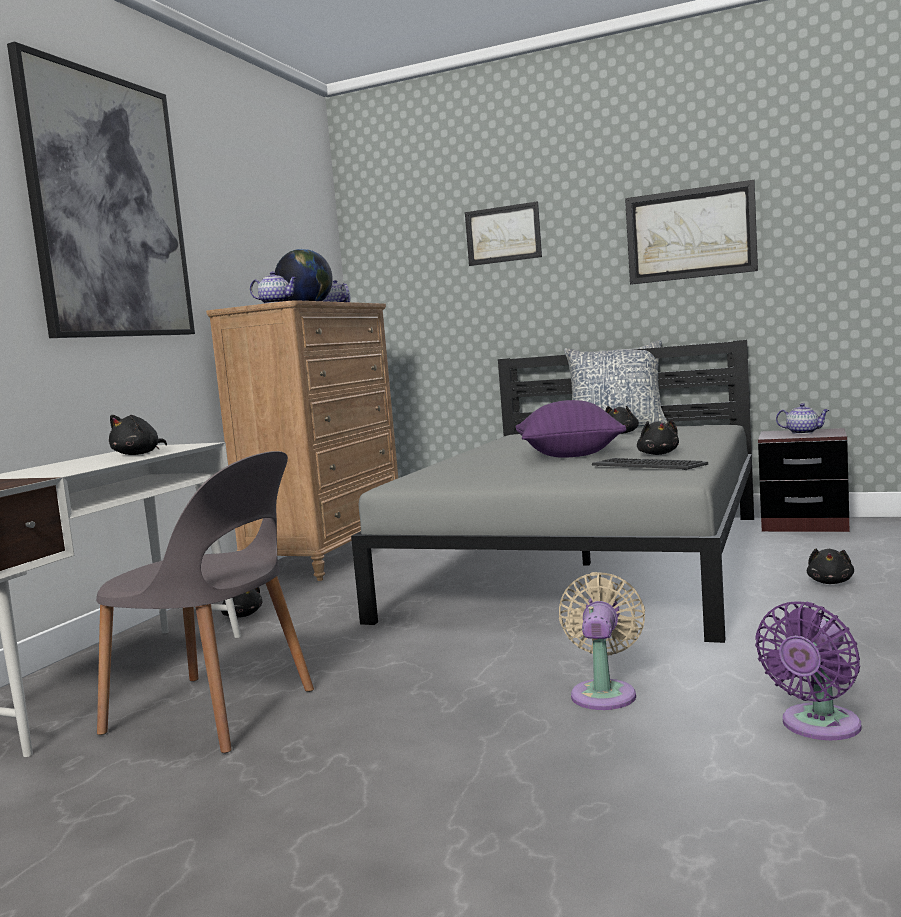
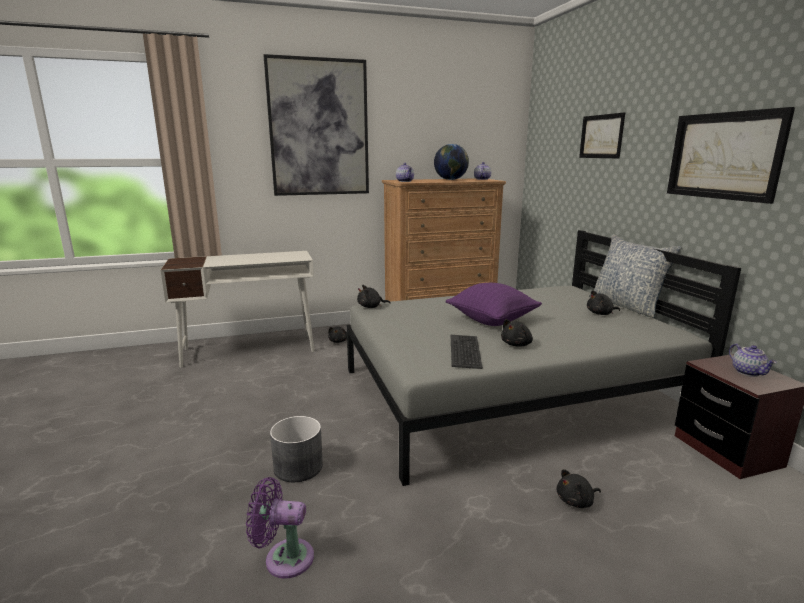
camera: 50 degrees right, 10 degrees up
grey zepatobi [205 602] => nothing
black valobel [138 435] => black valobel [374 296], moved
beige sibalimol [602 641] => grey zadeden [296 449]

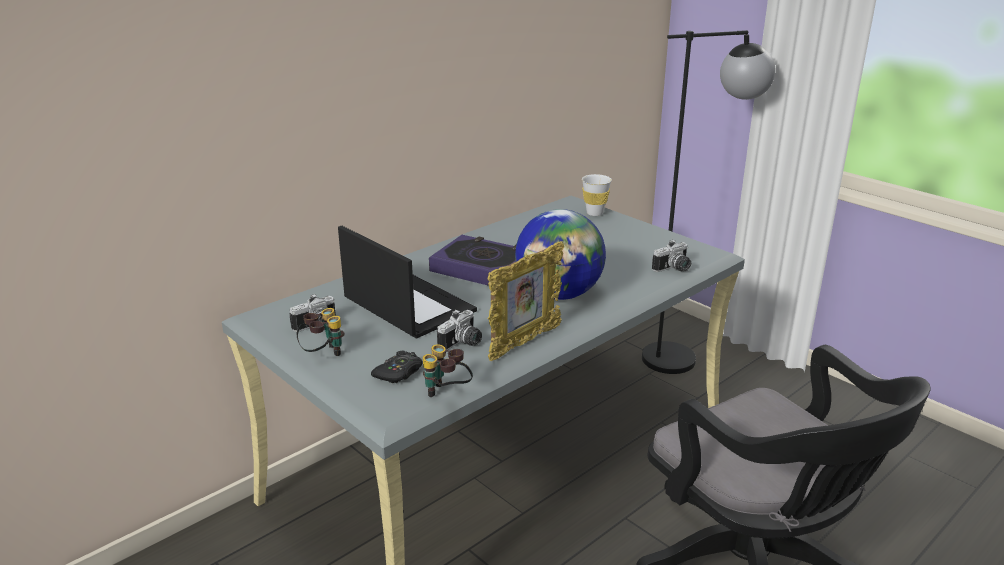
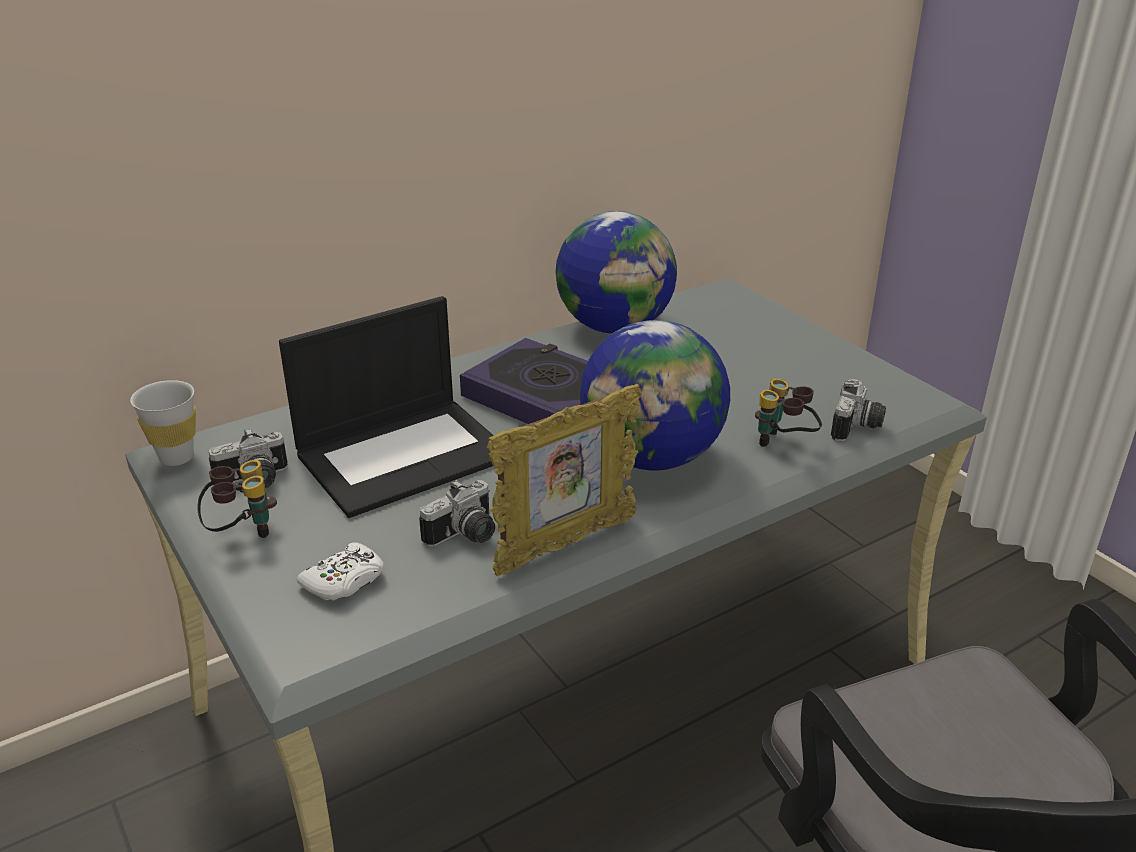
camera: 10 degrees right, 5 degrees up
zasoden [407 282] => zasoden [386 407], 90 degrees clockwise
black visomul [397 367] => white visomul [340 572]
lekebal [448 370] => lekebal [788 413], moved
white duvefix [597 195] => white duvefix [163 423], moved
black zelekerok [709 202] => nothing
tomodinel [671 256] => tomodinel [858 410], 45 degrees counterclockwise
nothing => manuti [616 272]

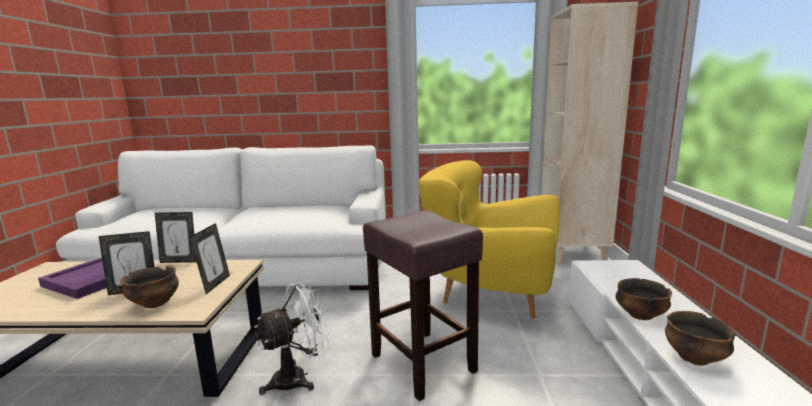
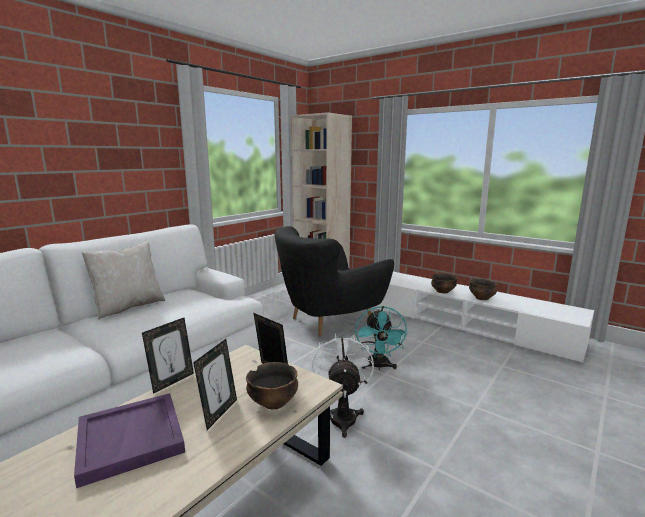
camera: 55 degrees left, 0 degrees up
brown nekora [423 305] => turquoise sibalimol [381 338]
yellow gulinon [489 239] => black gulinon [334 281]
nothing => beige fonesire [123 281]

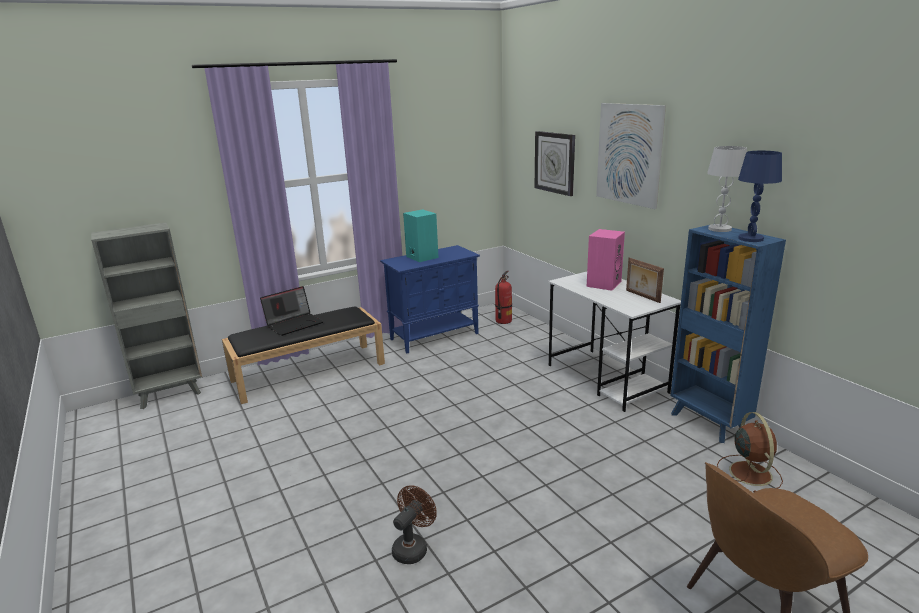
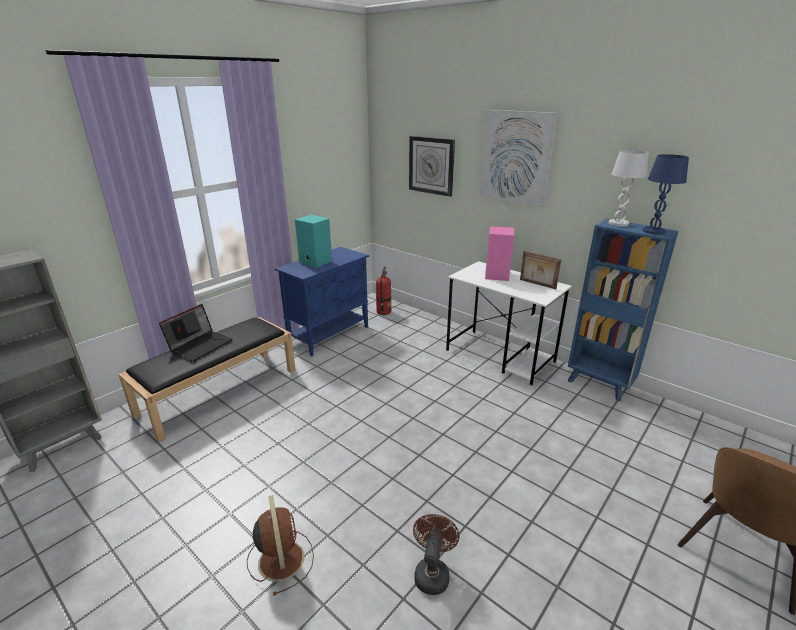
camera: 20 degrees left, 5 degrees up
brown sibalimol [750 452] => brown sibalimol [280 545], moved

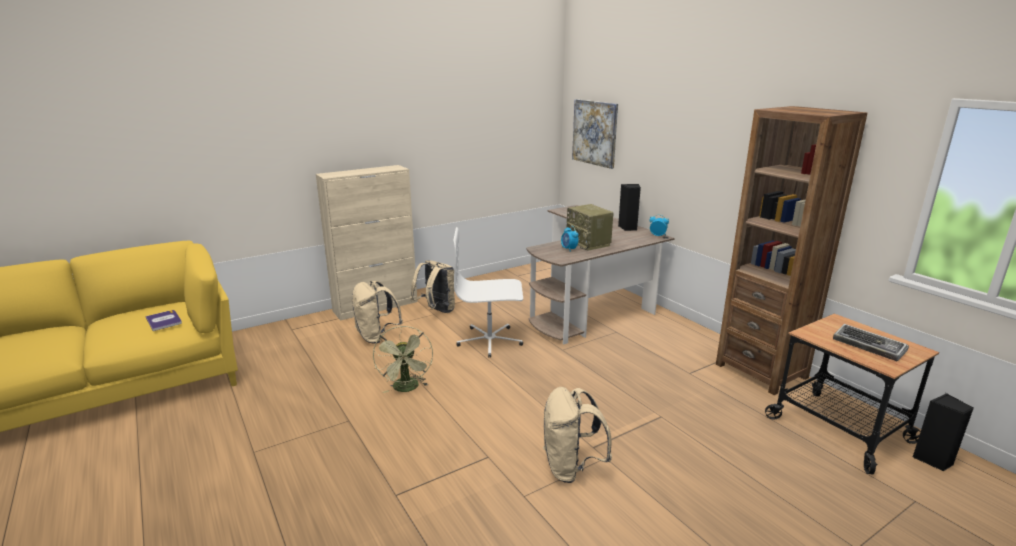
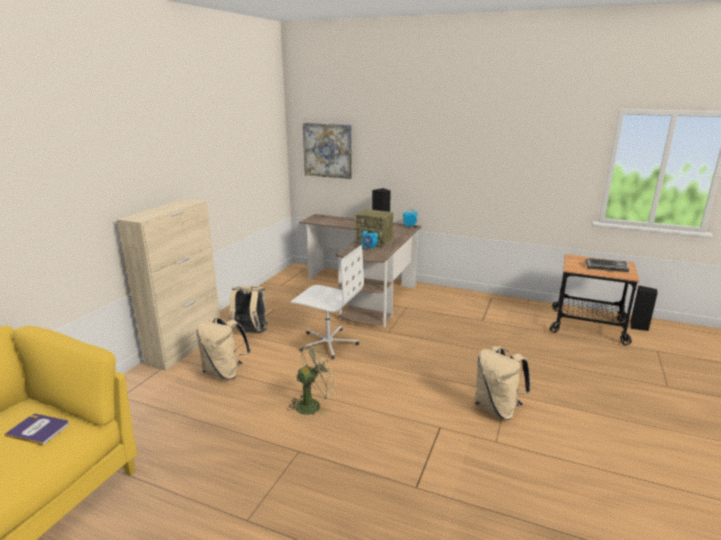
camera: 35 degrees left, 0 degrees up
green sibalimol [403 359] => green sibalimol [311 379], 75 degrees counterclockwise
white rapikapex [488 292] => white rapikapex [327 302], 120 degrees counterclockwise
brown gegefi [792 250] => nothing

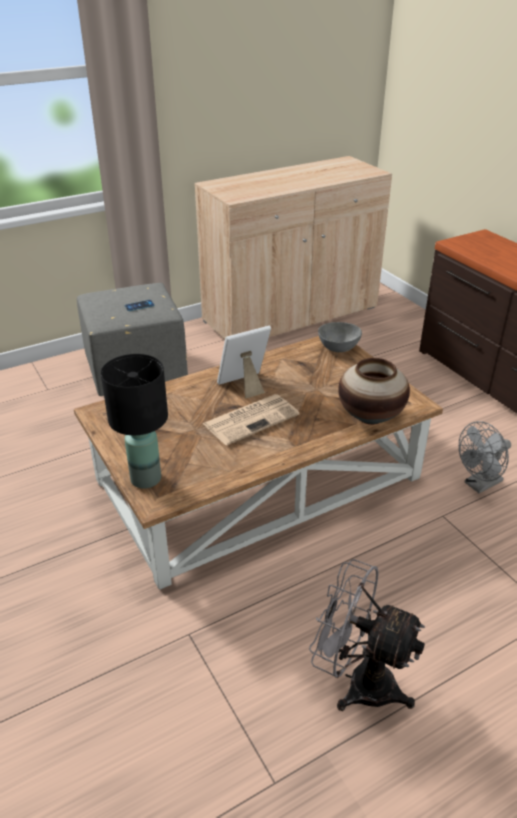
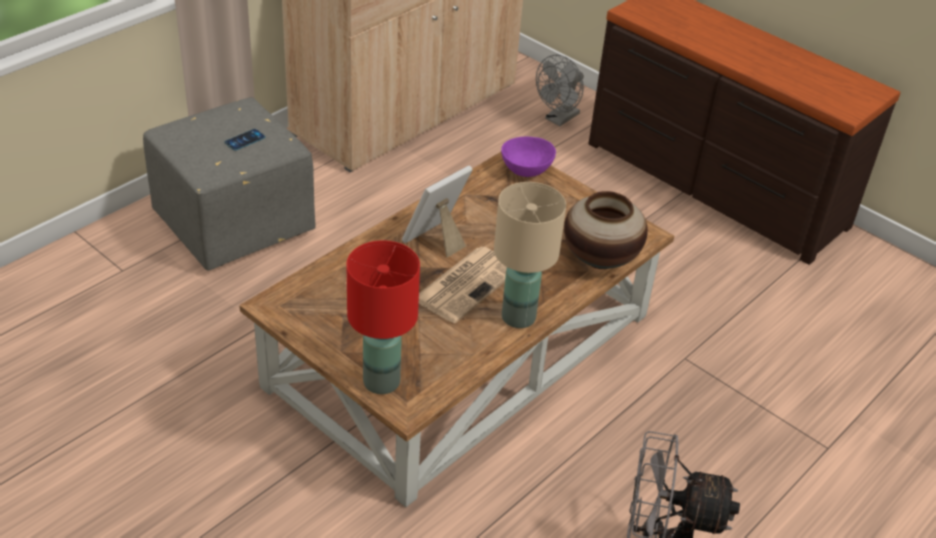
camera: 20 degrees left, 5 degrees up
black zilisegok [134 421] => red zilisegok [383 317]
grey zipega [340 337] => purple zipega [528 157]
grey sibalimol [485 457] => grey sibalimol [560 90], moved
nothing => beige zilisegok [530 255]

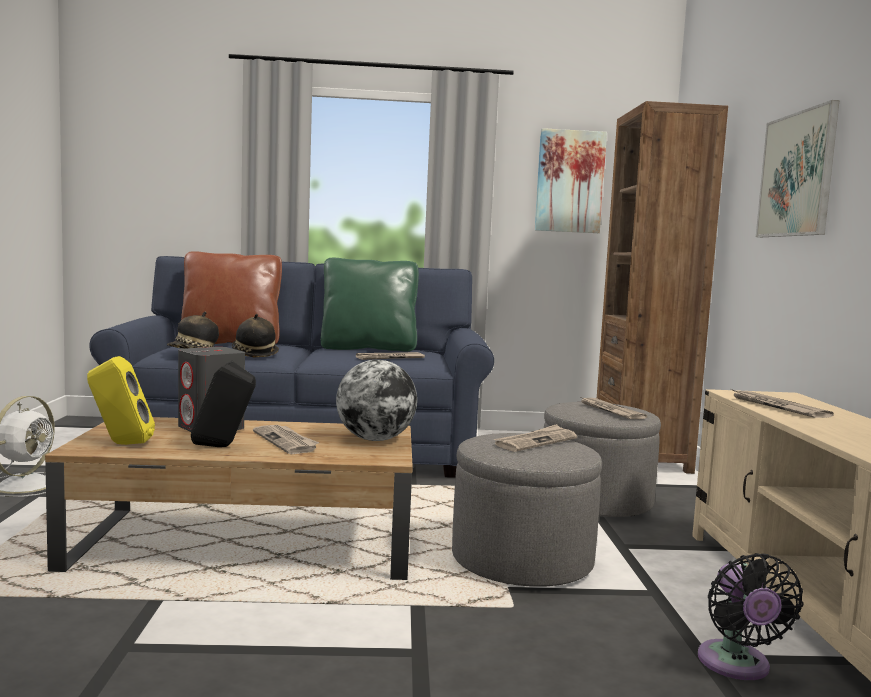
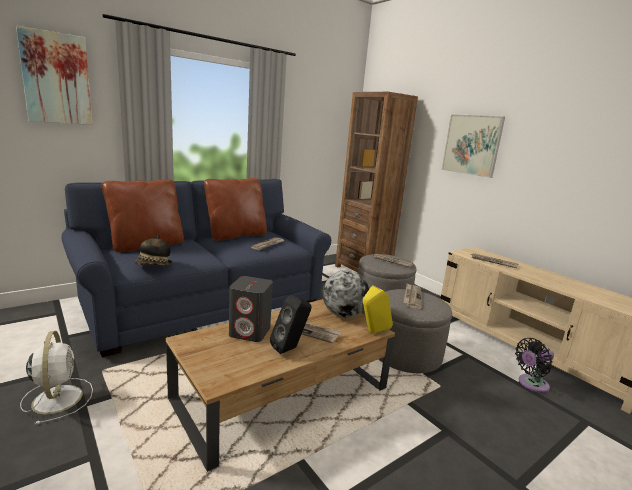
camera: 35 degrees left, 10 degrees up
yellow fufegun [121 400] => yellow fufegun [378 309], moved
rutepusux [255 335] => nothing
green fonesire [370 304] => brown fonesire [235 209]
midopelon [571 180] => midopelon [54 75], moved
black sibalimol [750 616] => black sibalimol [534 365], 105 degrees clockwise

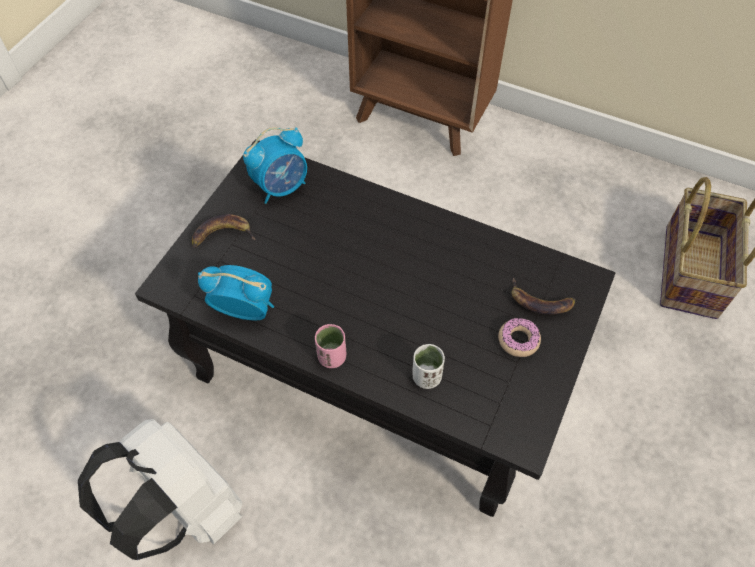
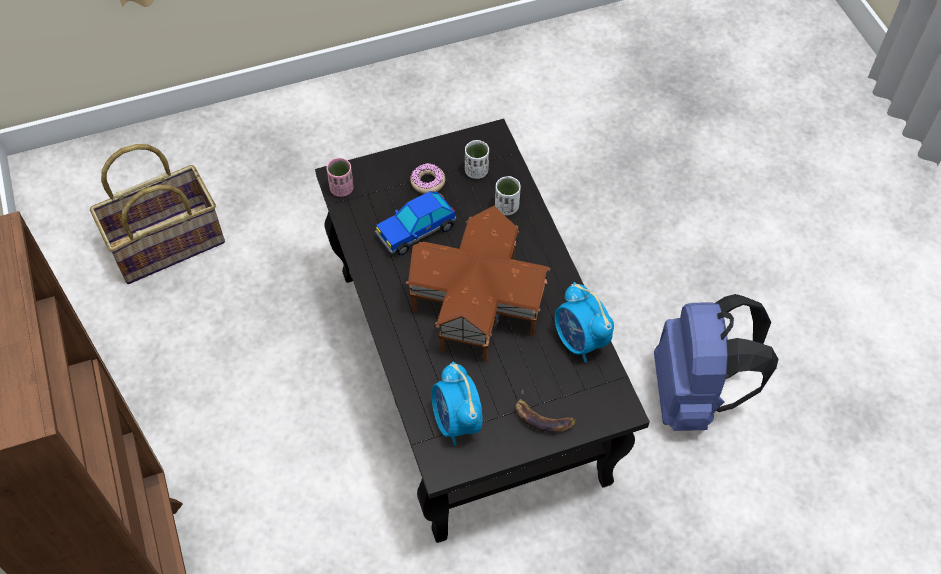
camera: 135 degrees left, 0 degrees up
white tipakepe [160 489] => blue tipakepe [716 362]
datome [275 165] => datome [457 403], 120 degrees counterclockwise
pink duvefix [330 346] => pink duvefix [339 177], moved
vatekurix [543 296] => nothing
nothing => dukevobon [416 223]
nothing => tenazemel [478 284]
nothing => white duvefix [477 159]

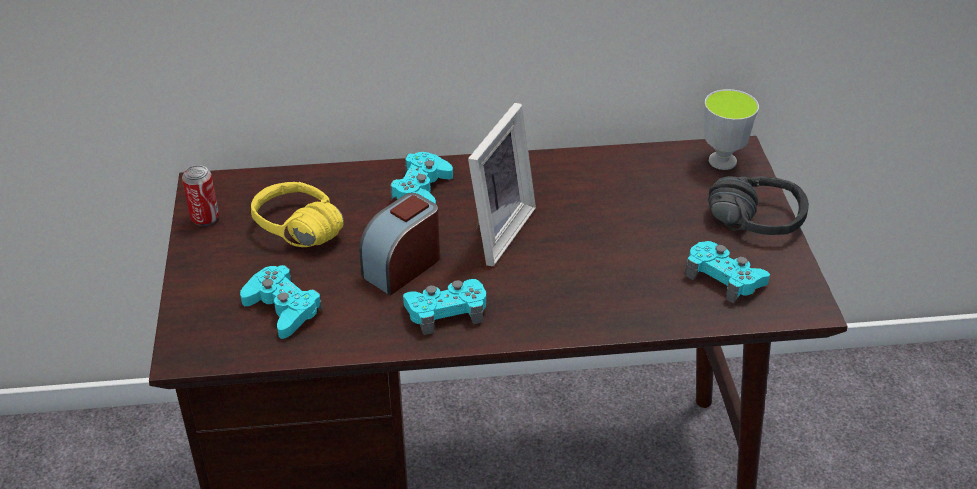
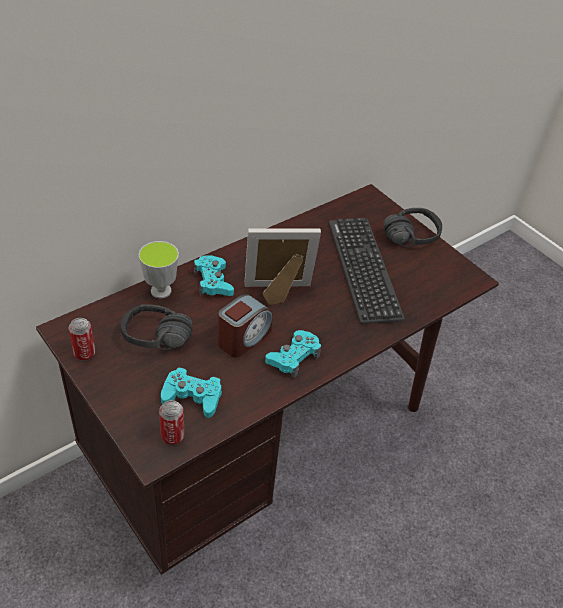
camera: 35 degrees left, 5 degrees up
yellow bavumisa [297 214] => black bavumisa [157 327]
datome [399 244] => datome [245 326], 150 degrees counterclockwise
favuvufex [502 184] => favuvufex [282 266], 90 degrees counterclockwise
turquoise visomul [727 272] => nothing
duvefix [731 129] => duvefix [159 269], moved
nothing => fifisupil [171 422]
nothing => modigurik [367 271]

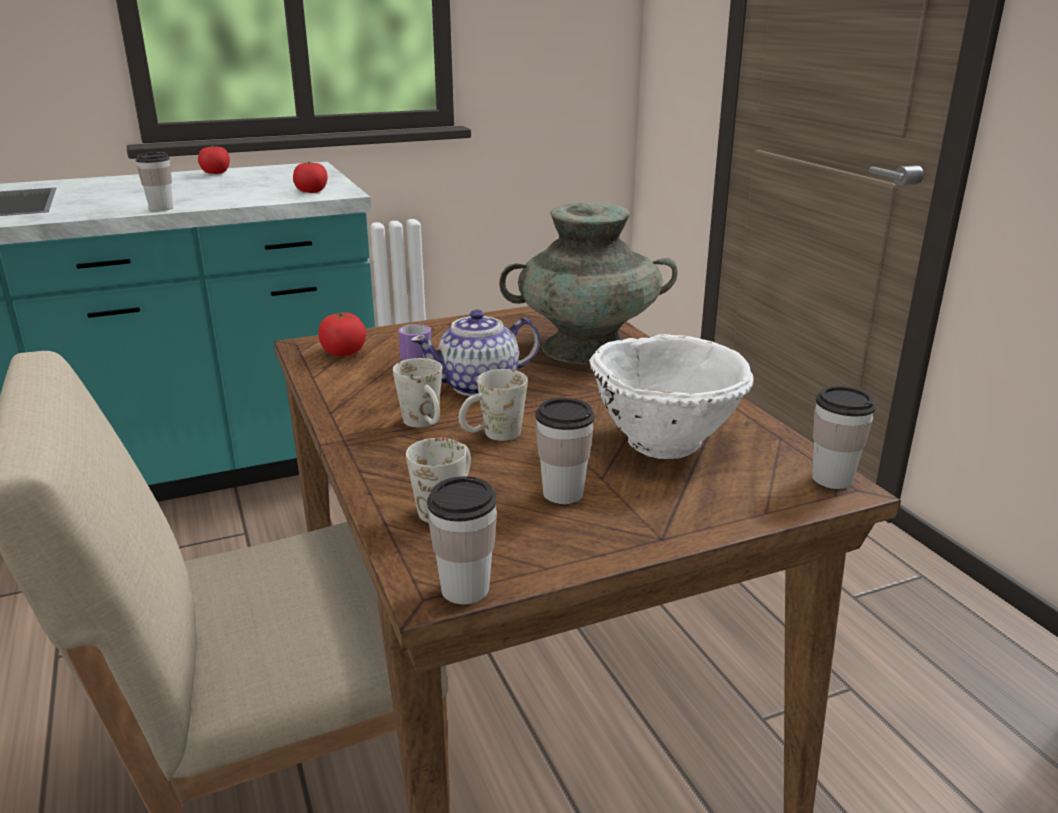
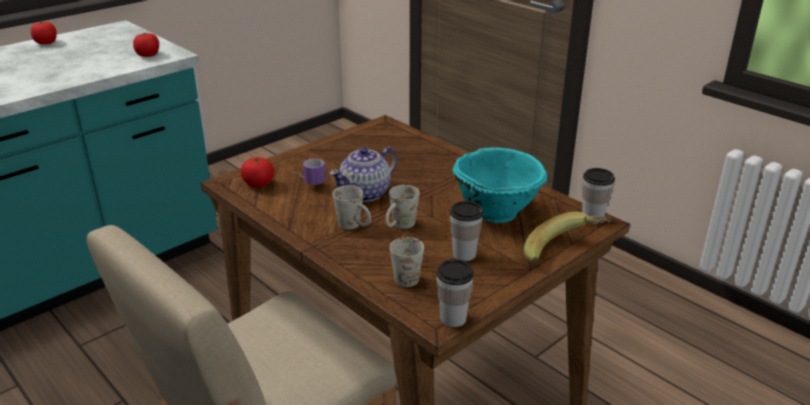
camera: 20 degrees left, 5 degrees up
duvefix [154 181] => nothing
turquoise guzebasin [588 283] => nothing
white zipega [671 396] => turquoise zipega [500 185]
nothing => vatekurix [568 238]

